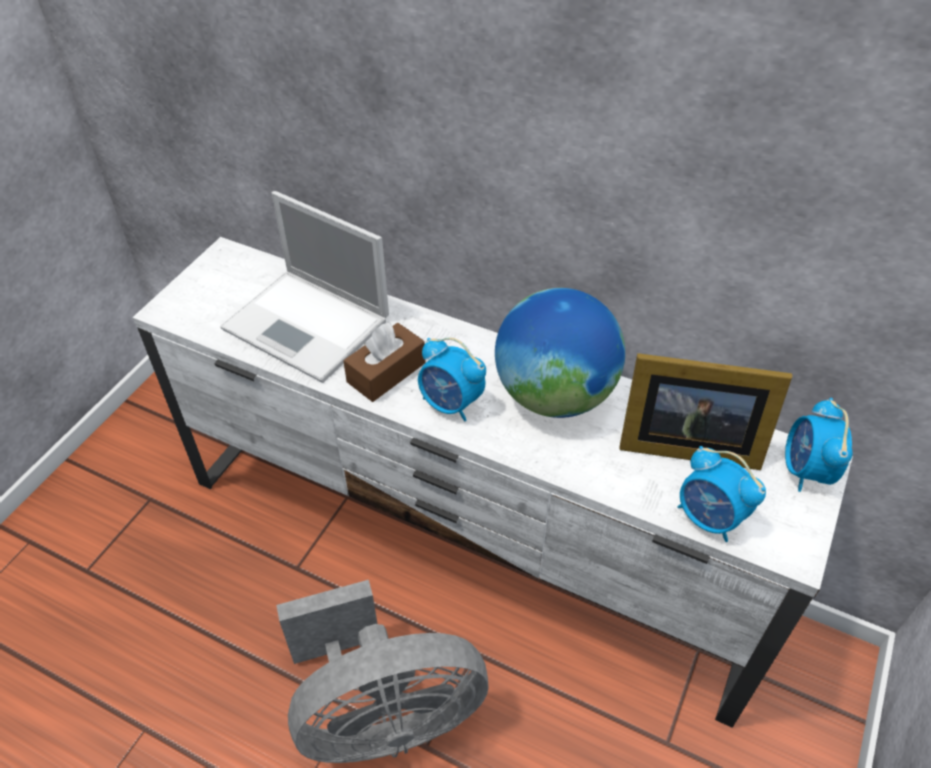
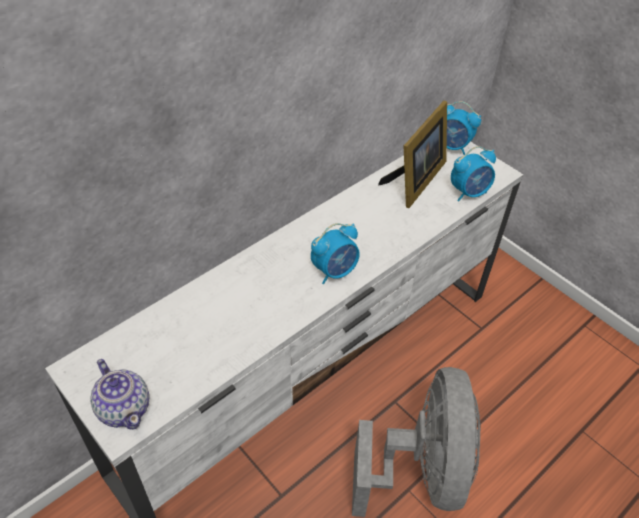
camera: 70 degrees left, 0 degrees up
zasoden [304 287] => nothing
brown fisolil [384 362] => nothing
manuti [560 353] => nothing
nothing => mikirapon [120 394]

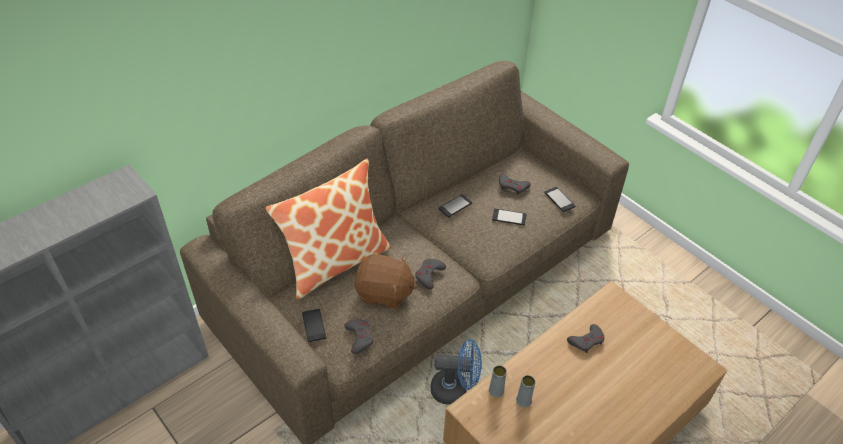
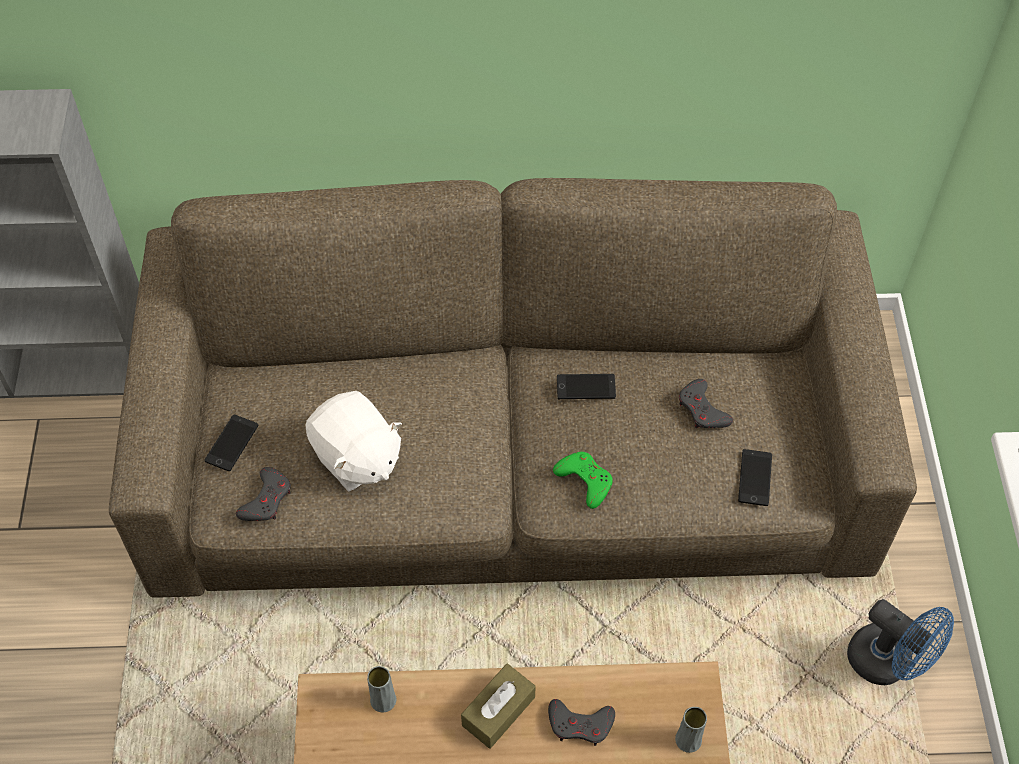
camera: 40 degrees right, 10 degrees up
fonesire [328 229] => nothing
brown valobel [386 281] => white valobel [353 441]
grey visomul [430 274] => nothing
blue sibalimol [456 372] => blue sibalimol [900 642], moved
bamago [509 217] => nothing
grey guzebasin [525 391] => grey guzebasin [691 730], moved
nothing => brown fisolil [498 706]
nothing => green visomul [583 480]

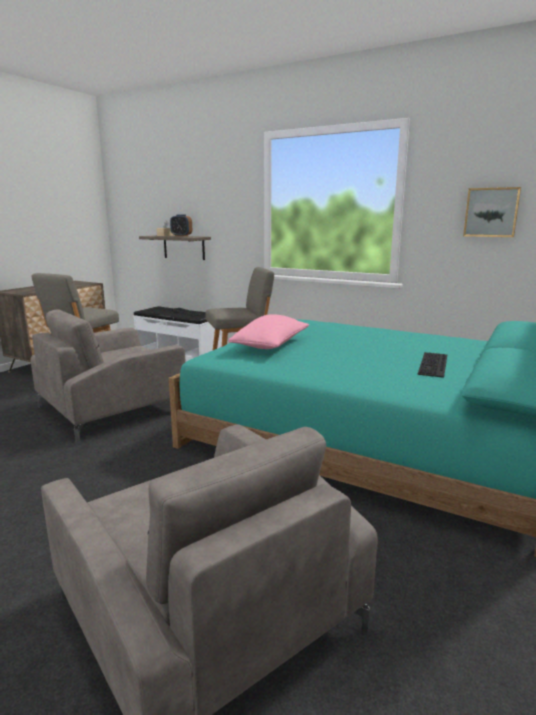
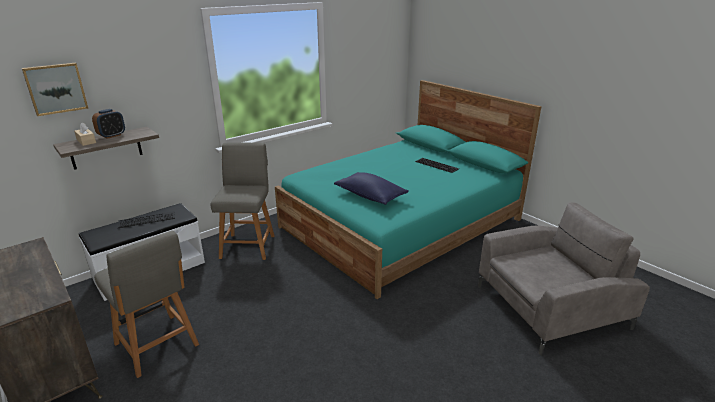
camera: 70 degrees left, 10 degrees up
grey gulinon [108 376] => nothing
pink fonesire [269 331] => blue fonesire [371 188]
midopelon [492 212] => midopelon [55 89], moved

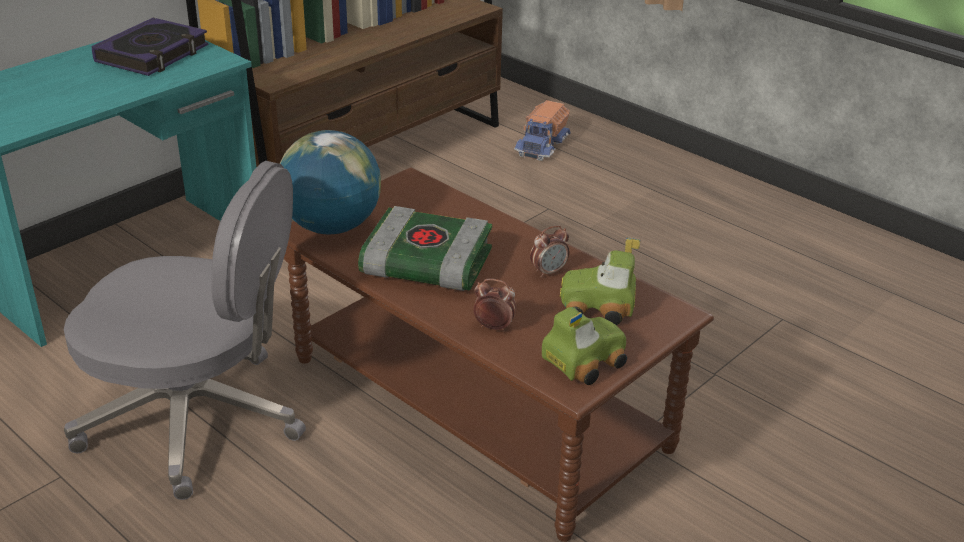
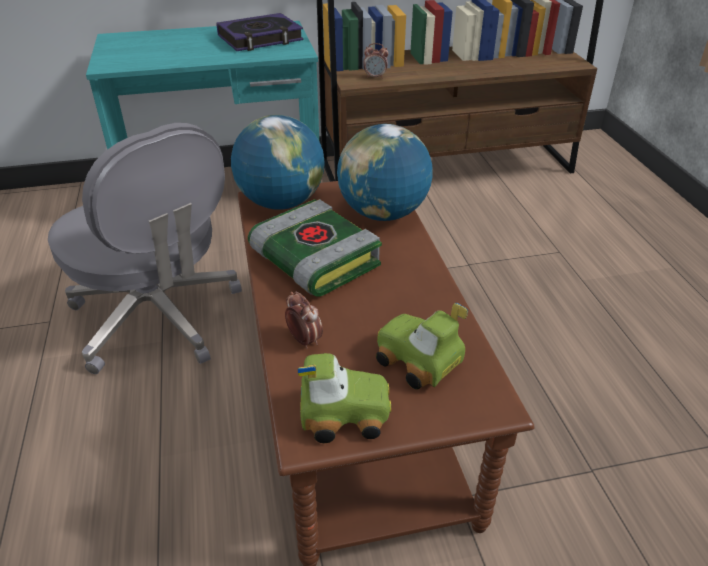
camera: 35 degrees right, 5 degrees up
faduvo [542 130] => nothing
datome [549 251] => datome [375 61], moved
nothing => manuti [385 172]

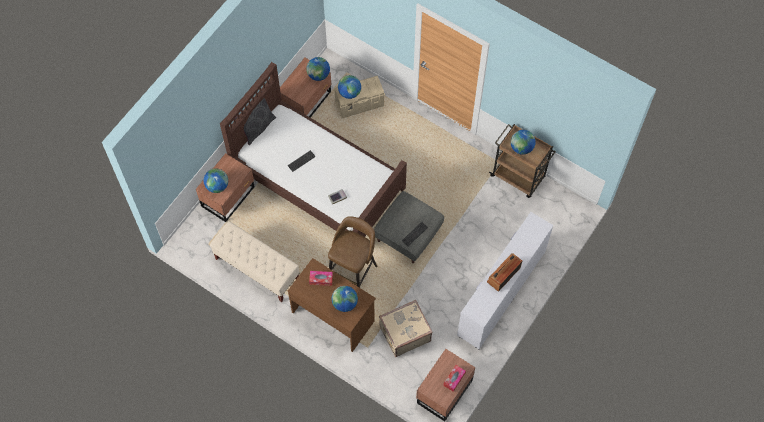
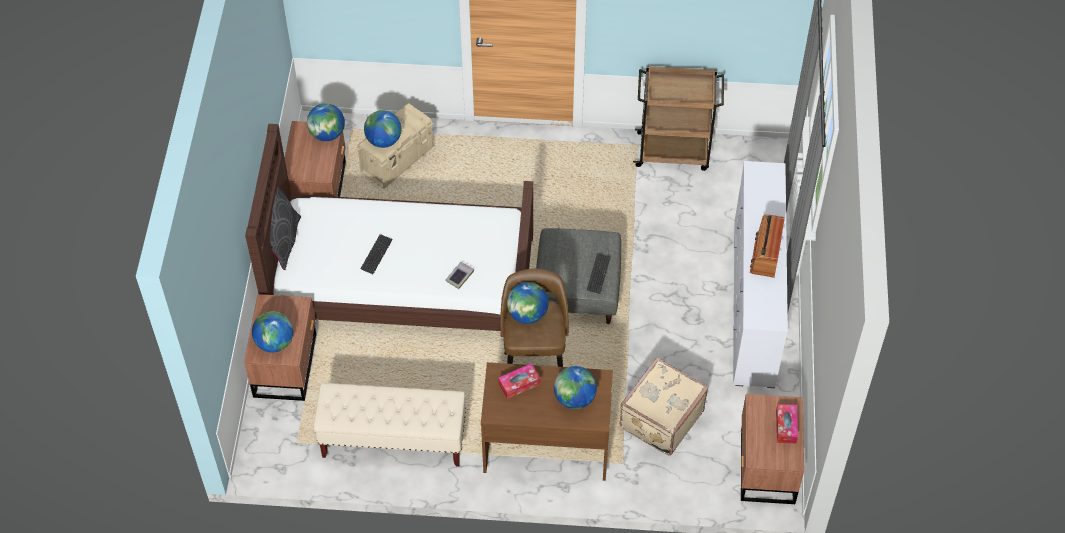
camera: 30 degrees left, 10 degrees down
manuti [523 142] => manuti [528 303], moved

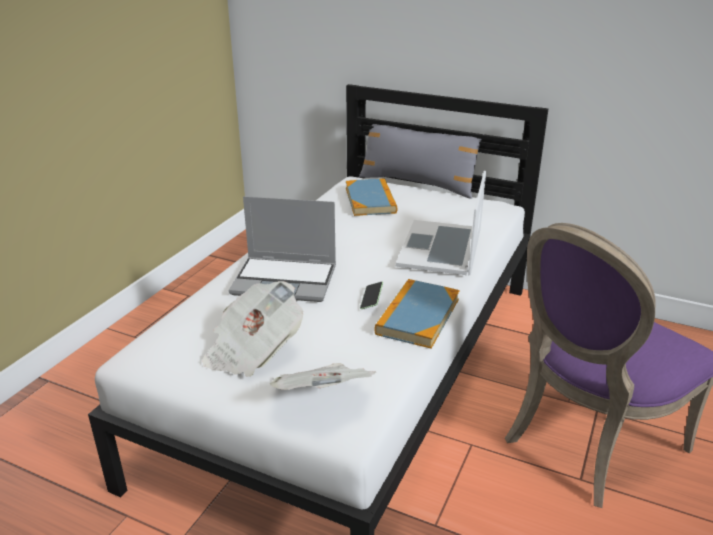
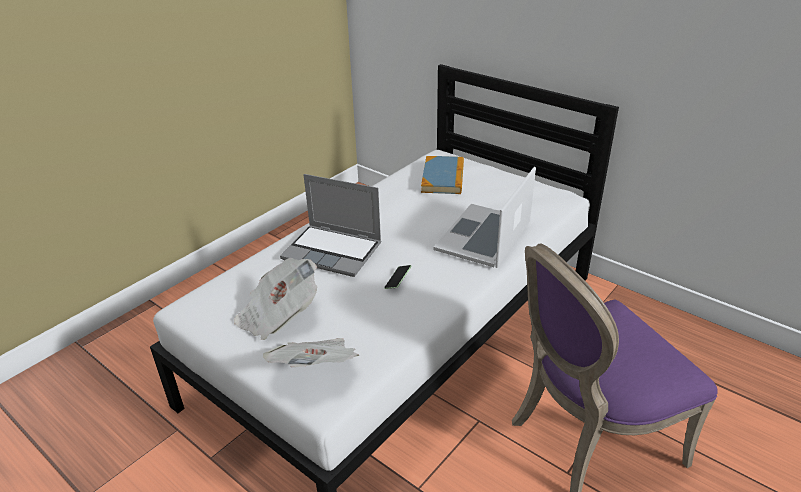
camera: 15 degrees right, 5 degrees up
grey fonesire [420 161] => nothing
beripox [416 314] => nothing

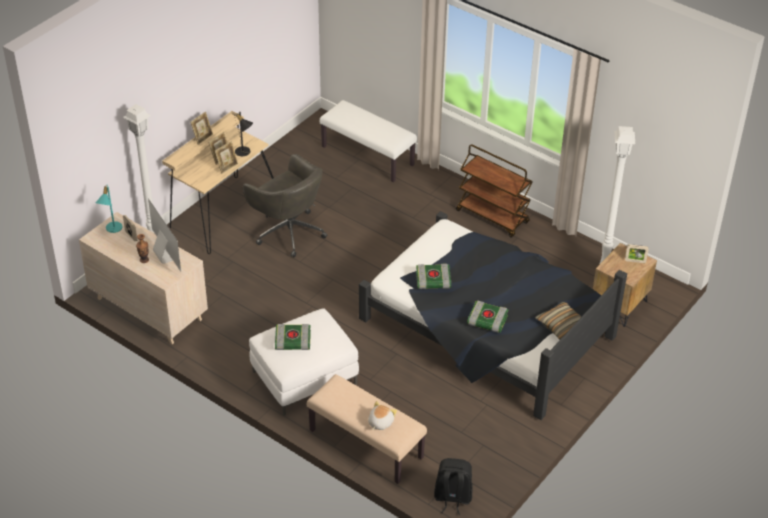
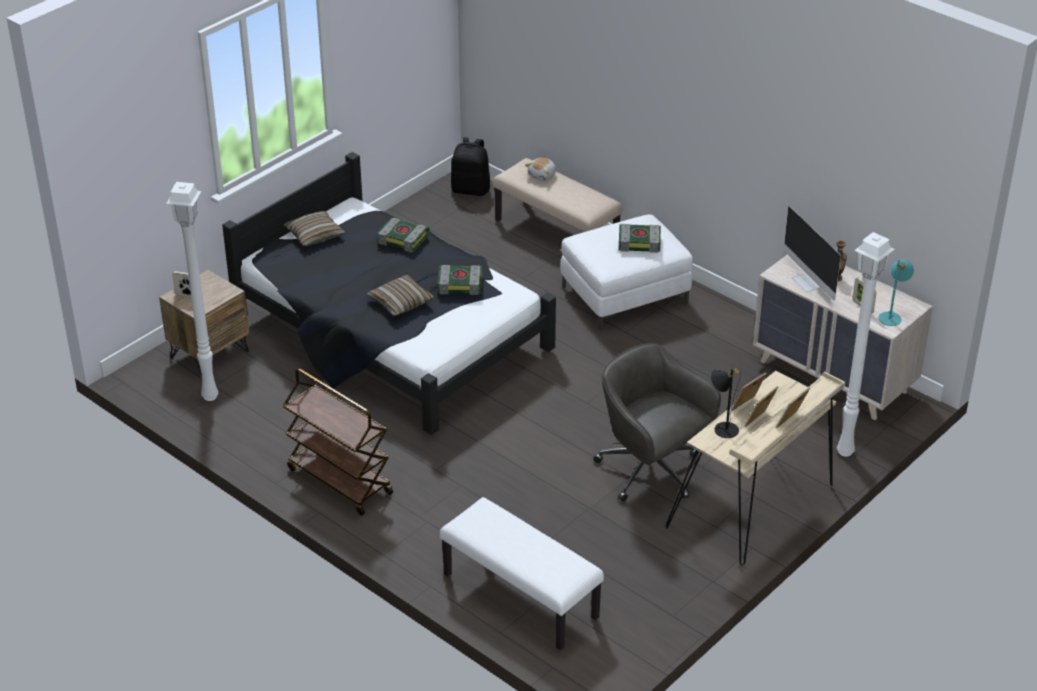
camera: 175 degrees left, 5 degrees down
nothing => fonesire [400 295]

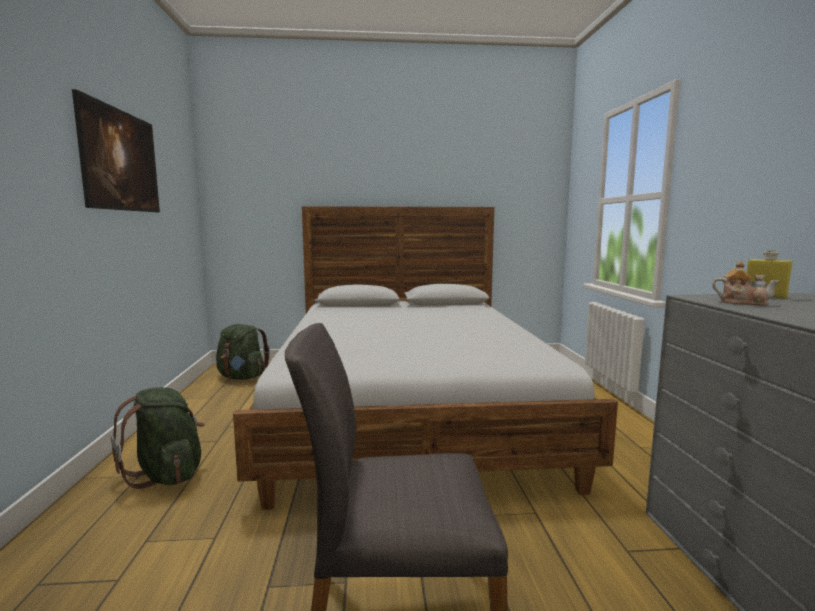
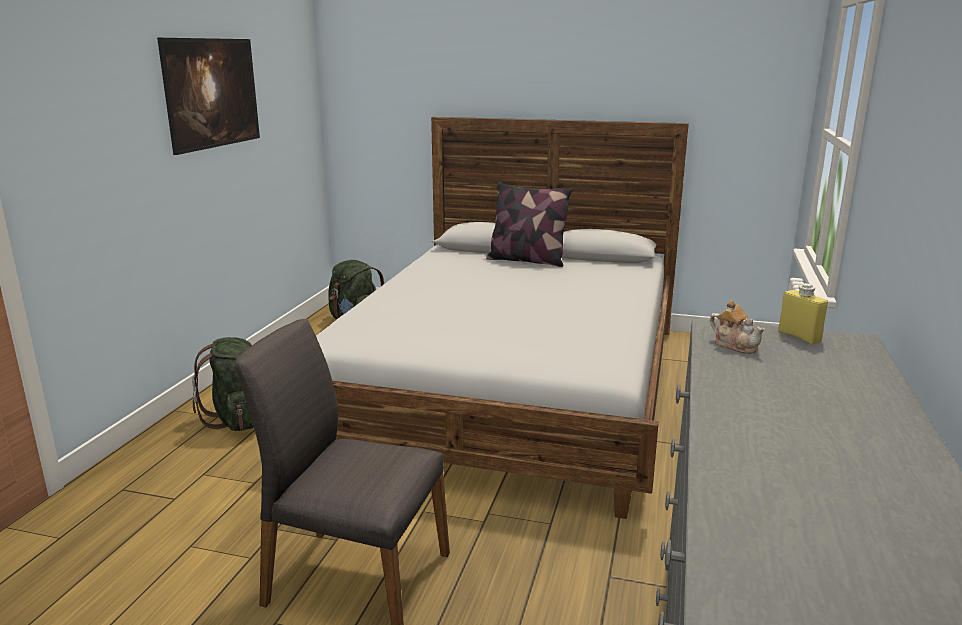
camera: 20 degrees right, 10 degrees up
nothing => fonesire [529 224]

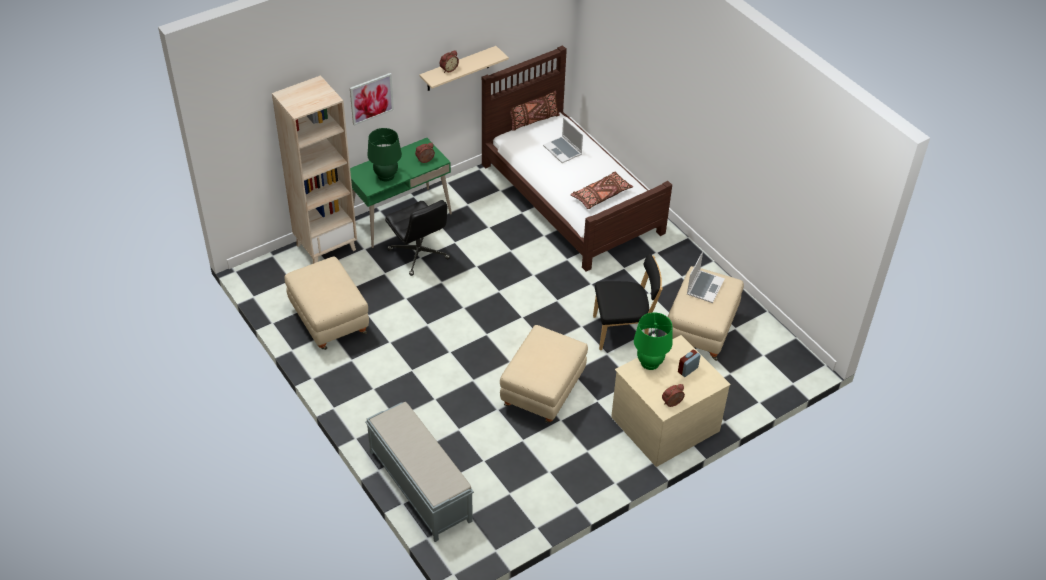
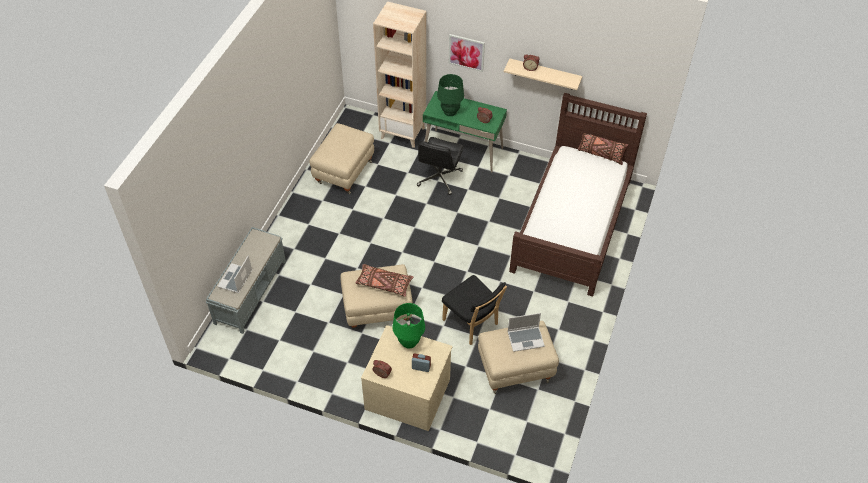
camera: 55 degrees right, 5 degrees up
zasoden [563 140] => zasoden [234 274], moved
brown fonesire [601 190] => brown fonesire [384 280], moved

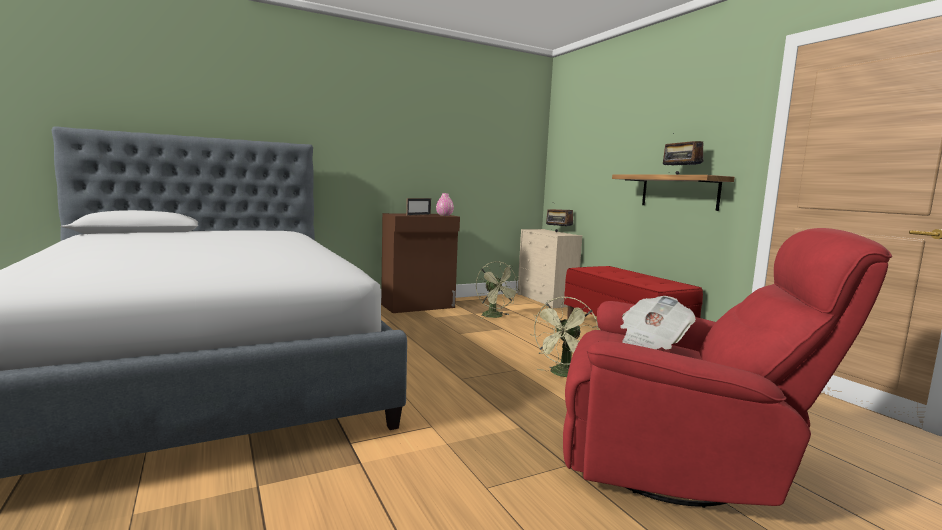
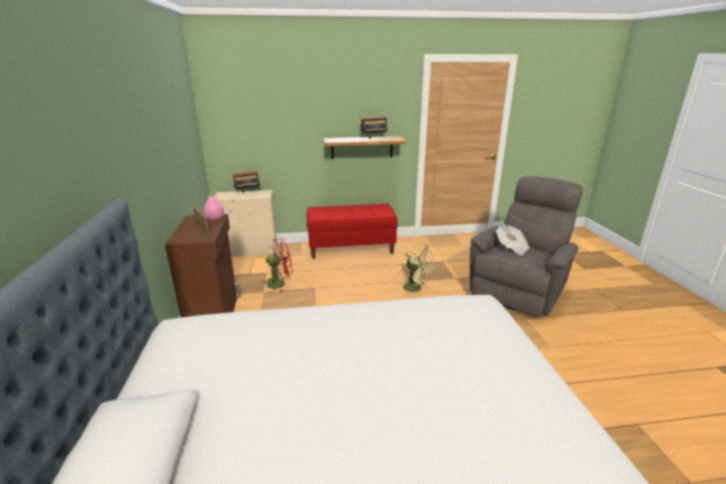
camera: 70 degrees left, 15 degrees up
green sibalimol [498 290] => red sibalimol [277 265]
red gulinon [728 368] => grey gulinon [526 247]

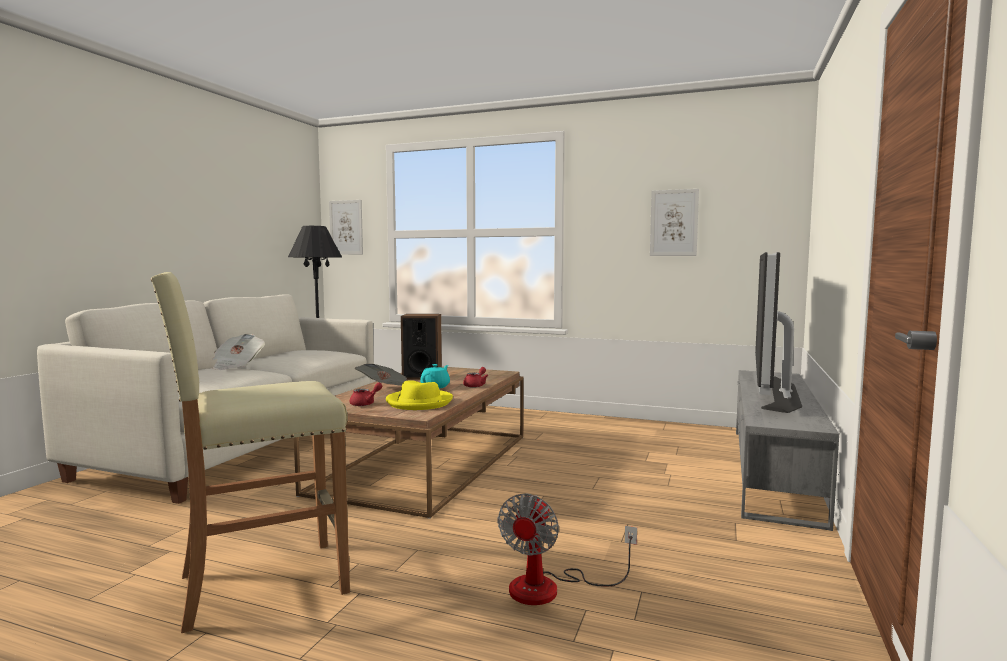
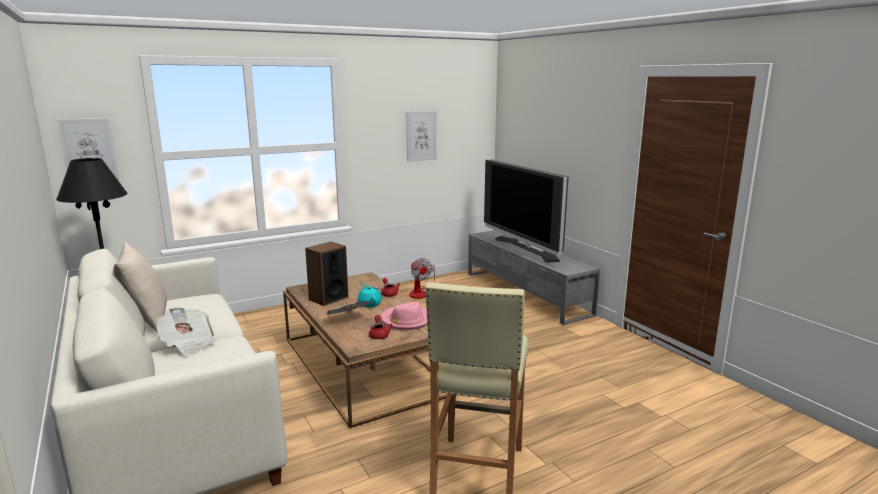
camera: 50 degrees left, 10 degrees up
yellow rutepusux [419 395] => pink rutepusux [404 316]
sibalimol [567 549] => sibalimol [422 278], moved
nothing => beige fonesire [140 287]

